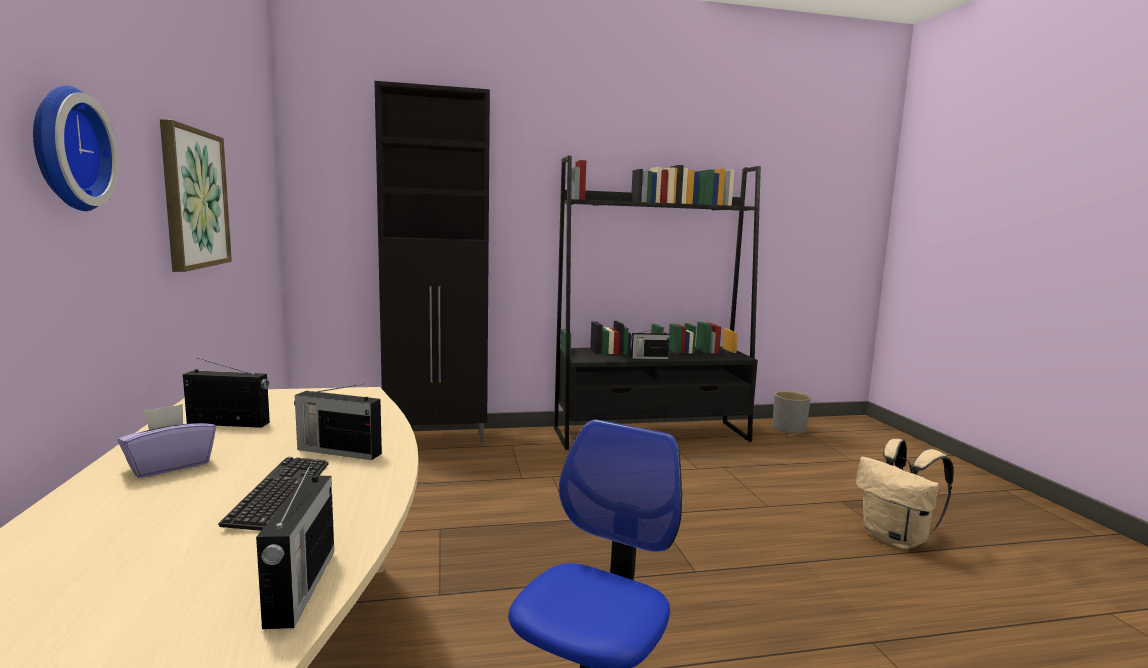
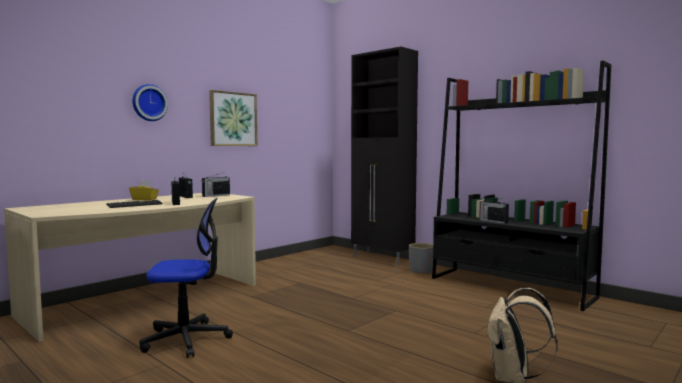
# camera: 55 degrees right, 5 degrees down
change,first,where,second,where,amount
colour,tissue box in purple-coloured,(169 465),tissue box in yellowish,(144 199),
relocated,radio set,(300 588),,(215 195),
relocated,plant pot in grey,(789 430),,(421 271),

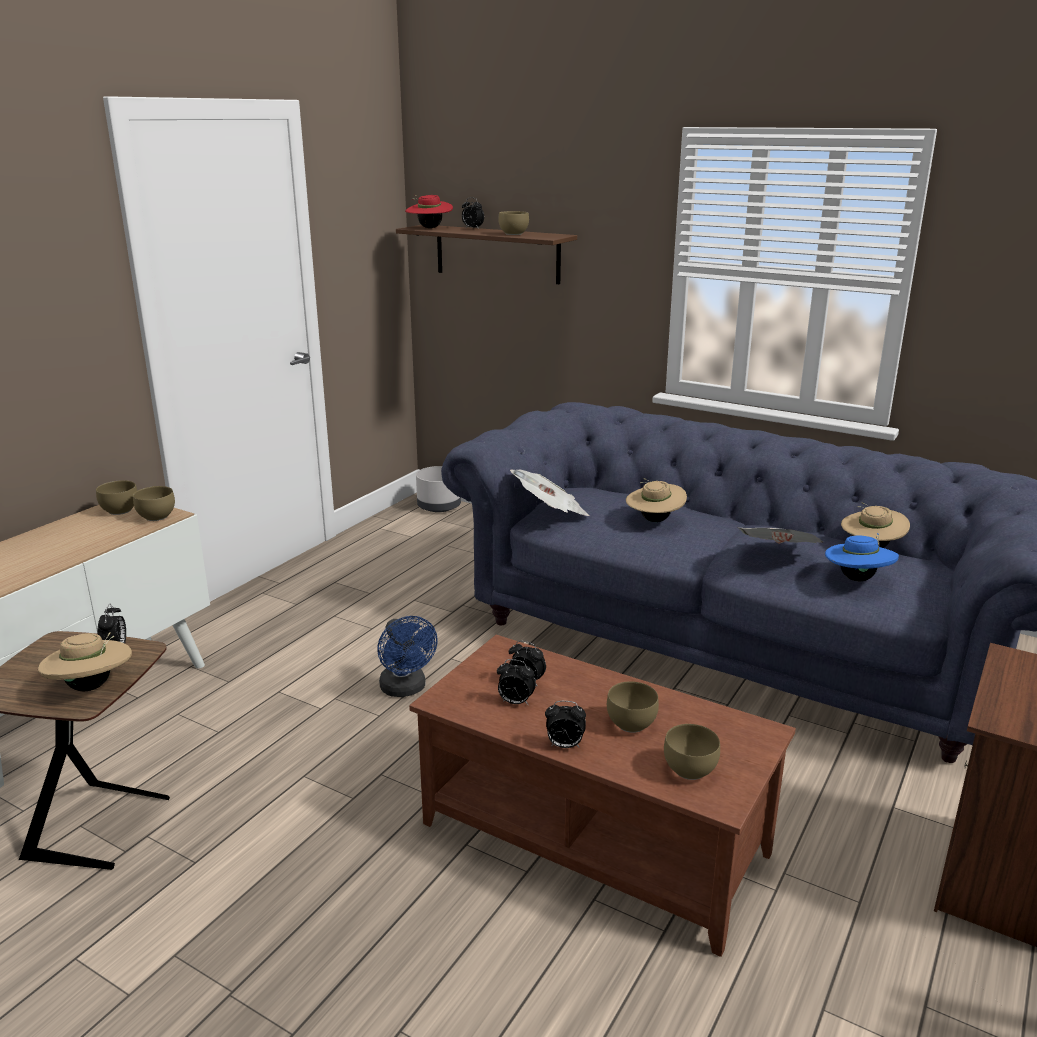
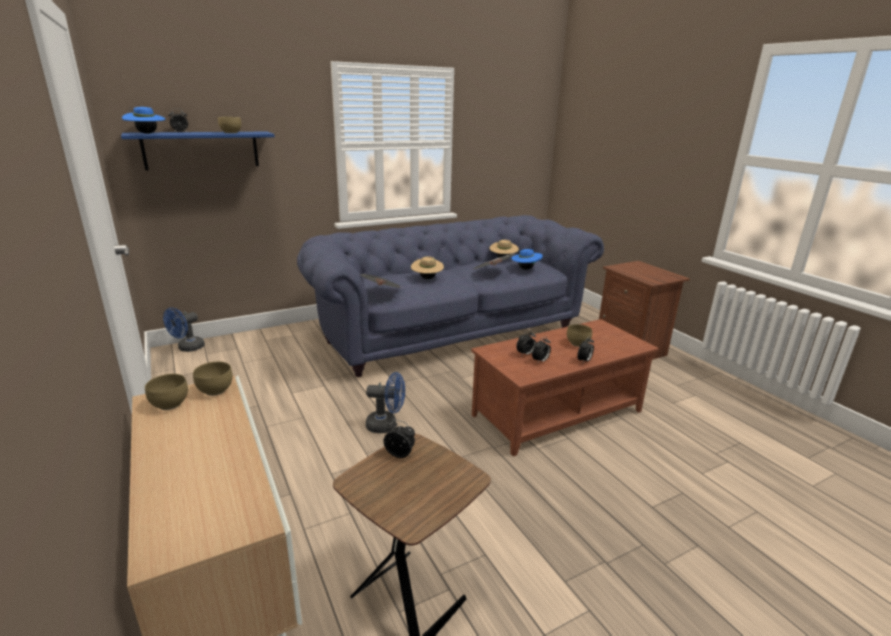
# camera: 60 degrees left, 0 degrees up
change,first,where,second,where,amount
colour,bracket shelf in brown-coloured,(497 254),bracket shelf in bluish,(201 150),
colour,clothing hat in reddish,(429 228),clothing hat in bluish,(146 133),
exchanged,plant pot in grey,(439 507),electric fan in bluish,(187 348),
missing,clothing hat in beige,(91 687),,,
missing,deep dish in brown-coloured,(691 771),,,

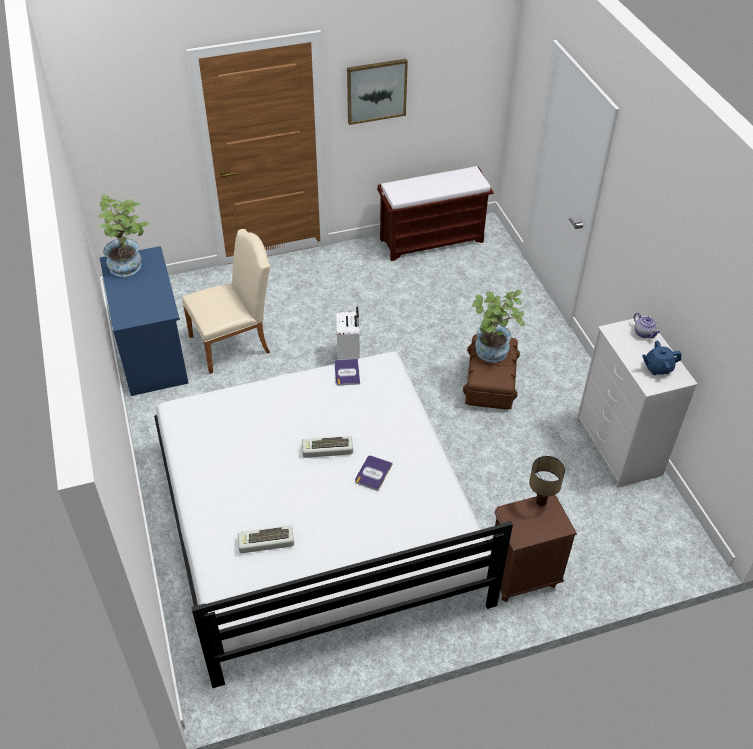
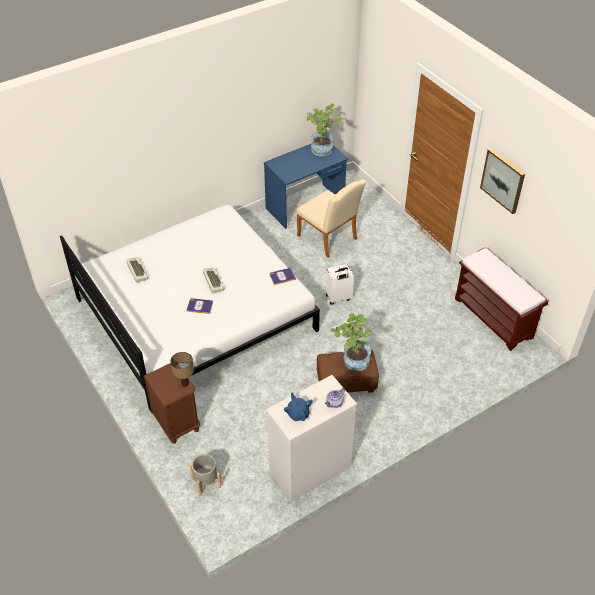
# camera: 75 degrees right, 0 degrees up
change,first,where,second,where,amount
appeared,,,plant pot in grey,(206 482),

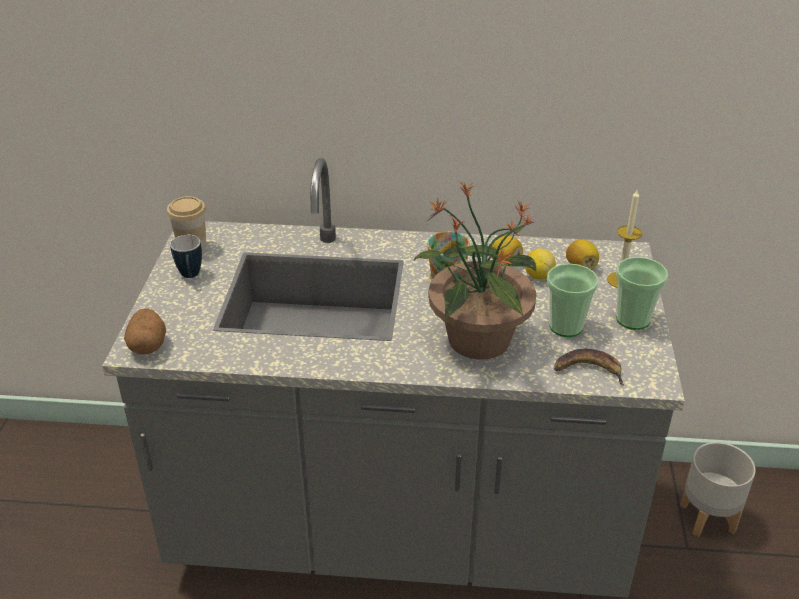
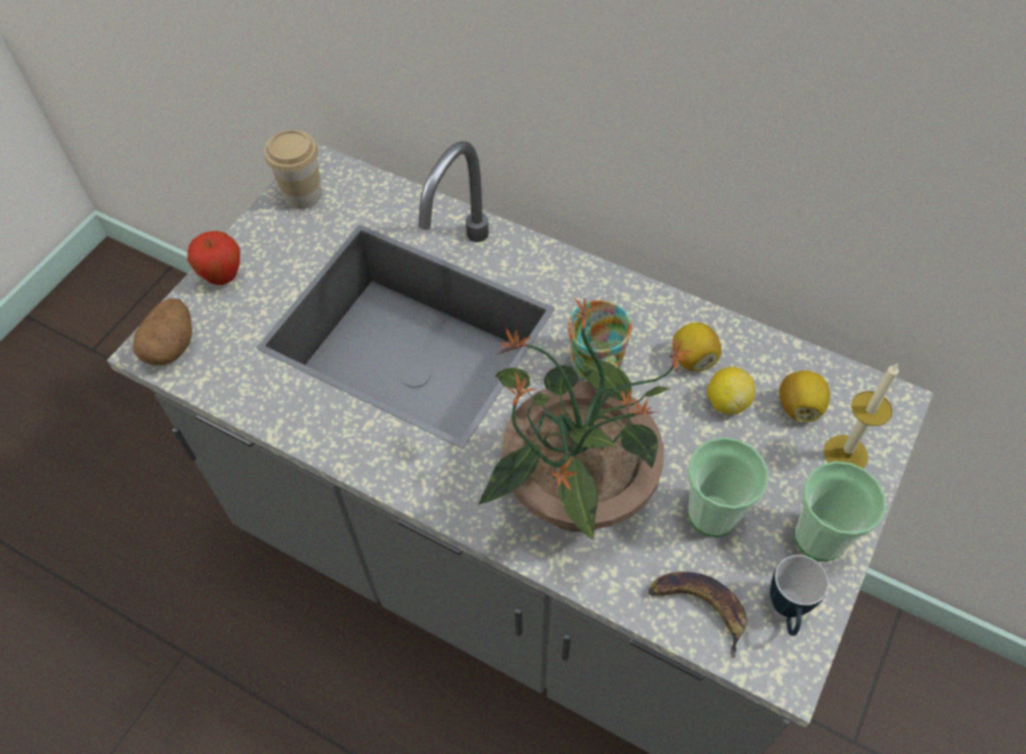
# camera: 25 degrees right, 20 degrees up
change,first,where,second,where,amount
appeared,,,whole apple,(223 276),
relocated,tea mug,(190 277),,(786 612),
missing,plant pot in grey,(706 517),,,

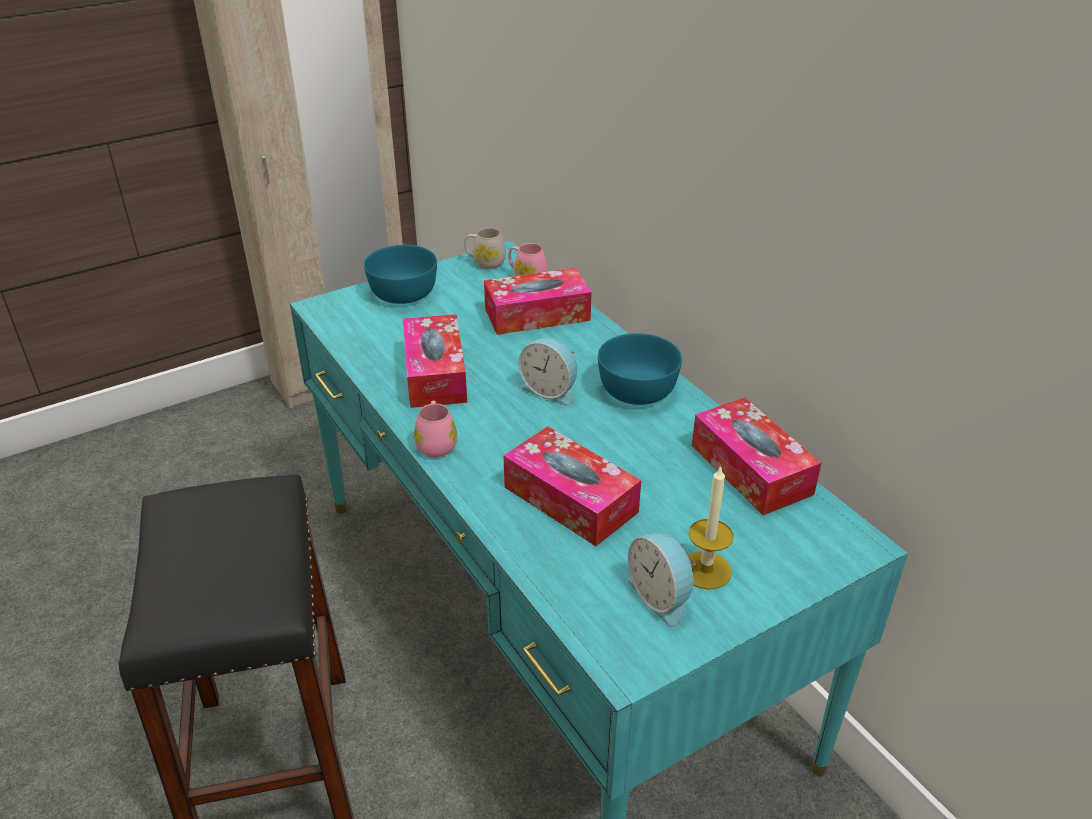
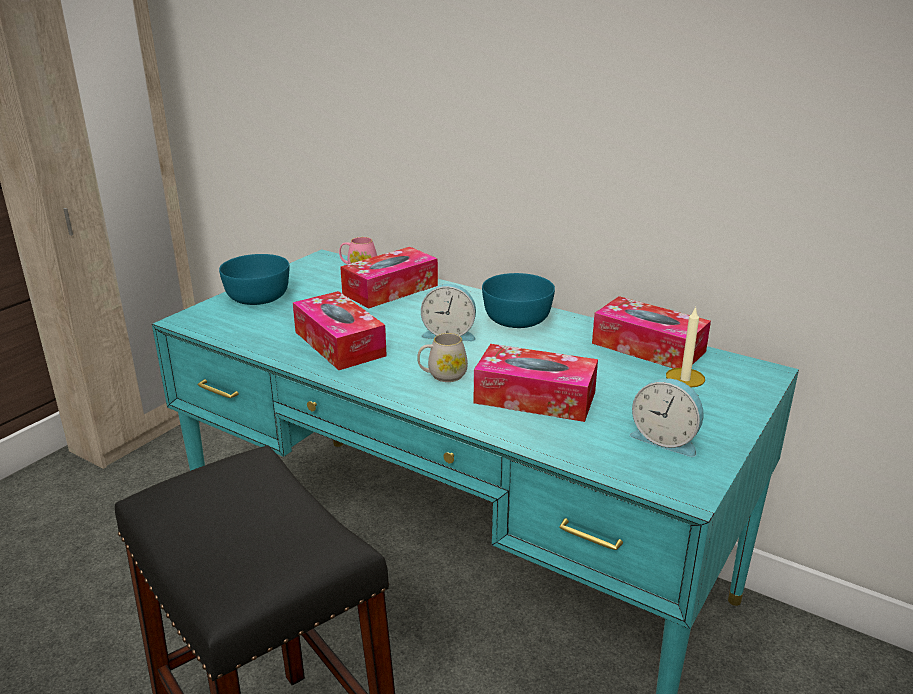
# camera: 25 degrees left, 10 degrees down
change,first,where,second,where,amount
relocated,tea mug in whitish,(485 263),,(442 375),
missing,tea mug in pinkish,(436 443),,,

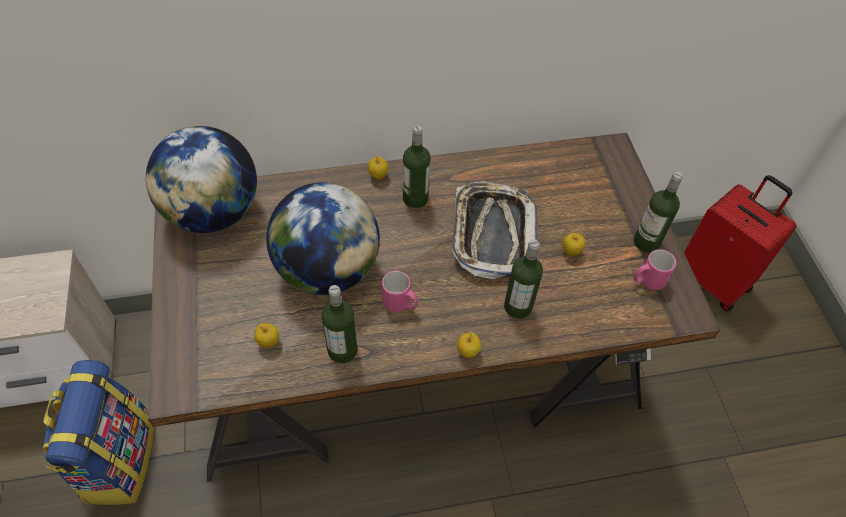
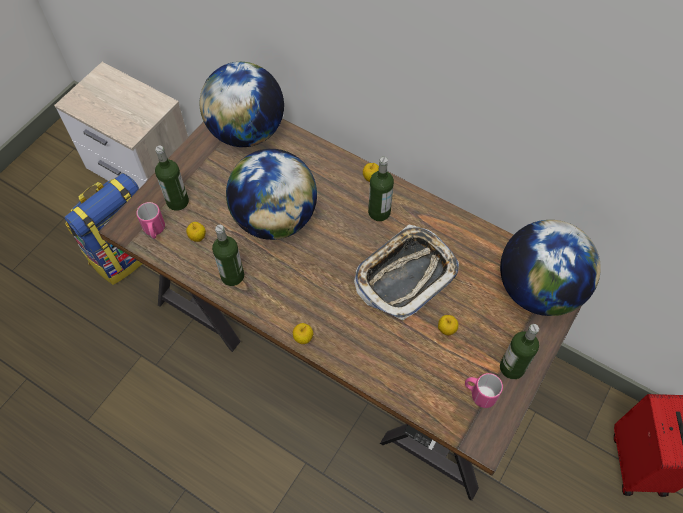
# camera: 45 degrees right, 5 degrees up
change,first,where,second,where,amount
relocated,tea mug in pinkish,(400 304),,(154 231),
relocated,beverage bottle,(518 307),,(177 201),
appeared,,,globe,(538 289),

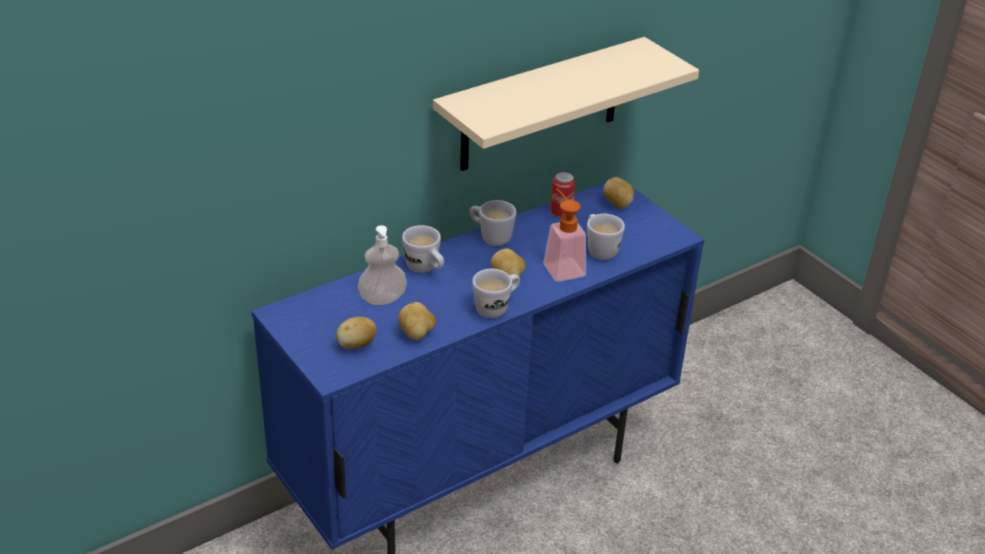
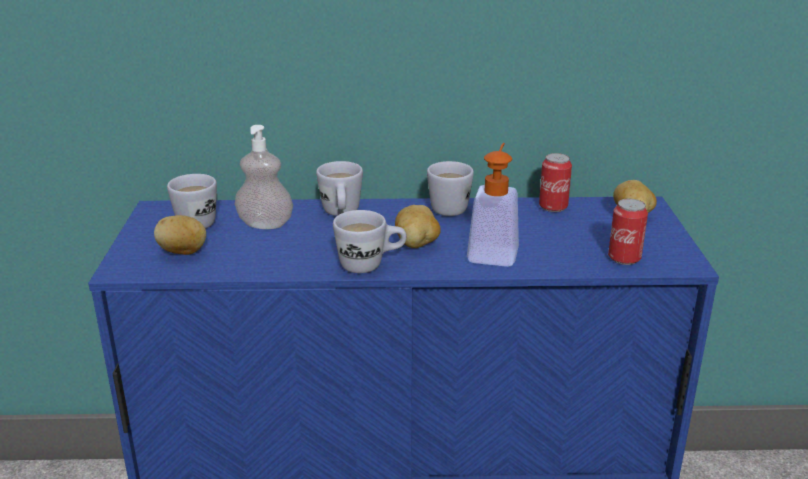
# camera: 35 degrees right, 10 degrees down
change,first,where,second,where,amount
relocated,tea mug in whitish,(599 249),,(200 220),
appeared,,,metal can,(624 258),
missing,whole potato,(417 334),,,
missing,bracket shelf in beige,(541 105),,,

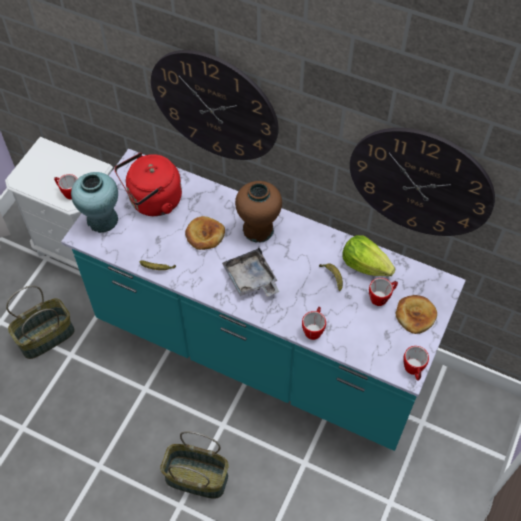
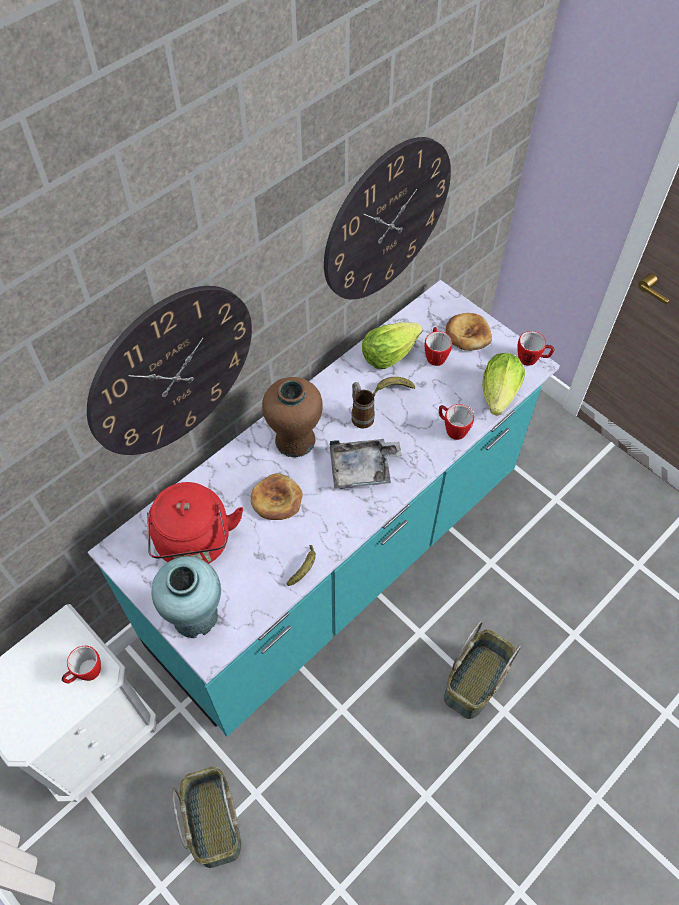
# camera: 70 degrees left, 0 degrees up
change,first,where,second,where,amount
appeared,,,tea mug,(360 415),
appeared,,,head of lettuce,(499 394),

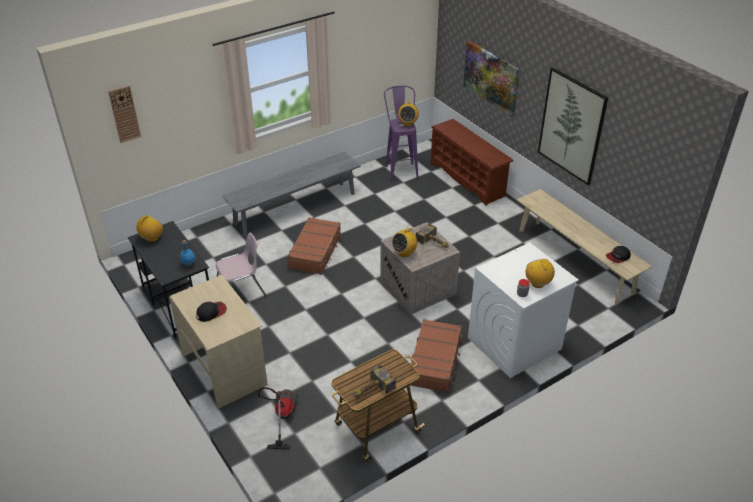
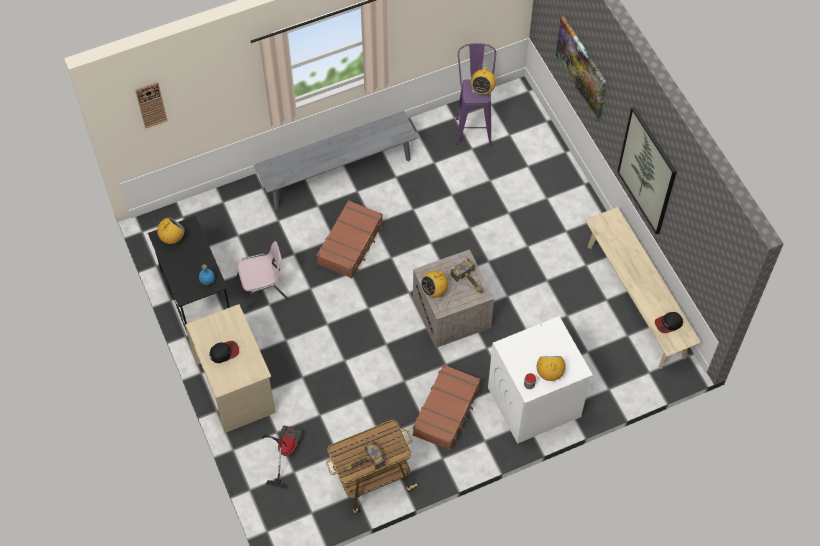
# camera: 10 degrees right, 20 degrees up
change,first,where,second,where,amount
missing,shoe rack in brown-coloured,(468 179),,,

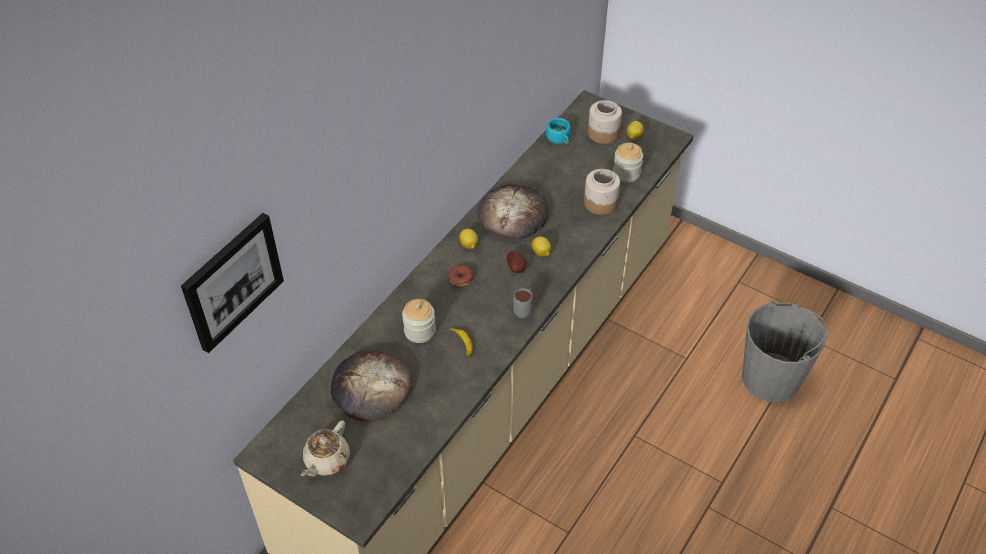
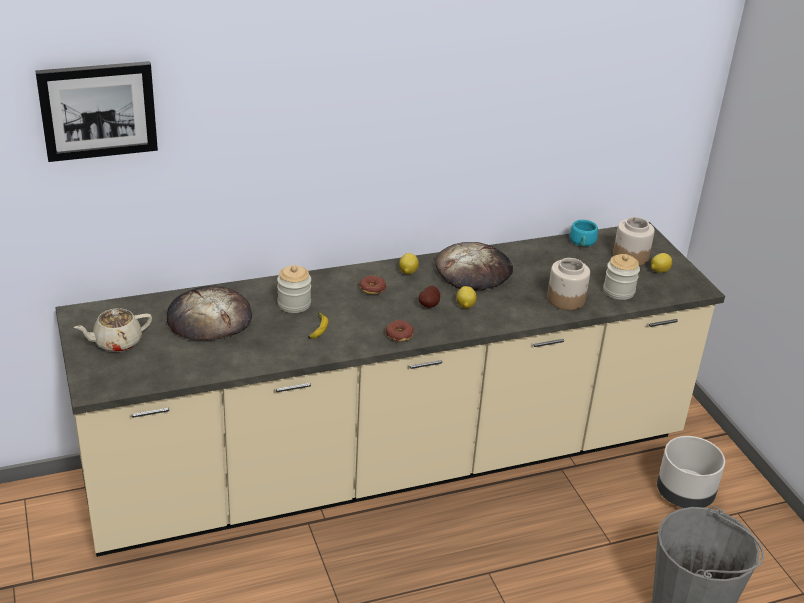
# camera: 35 degrees right, 15 degrees down
change,first,where,second,where,amount
exchanged,tea mug in grey,(524 310),donut,(399 335),
appeared,,,plant pot in grey,(685 495),

